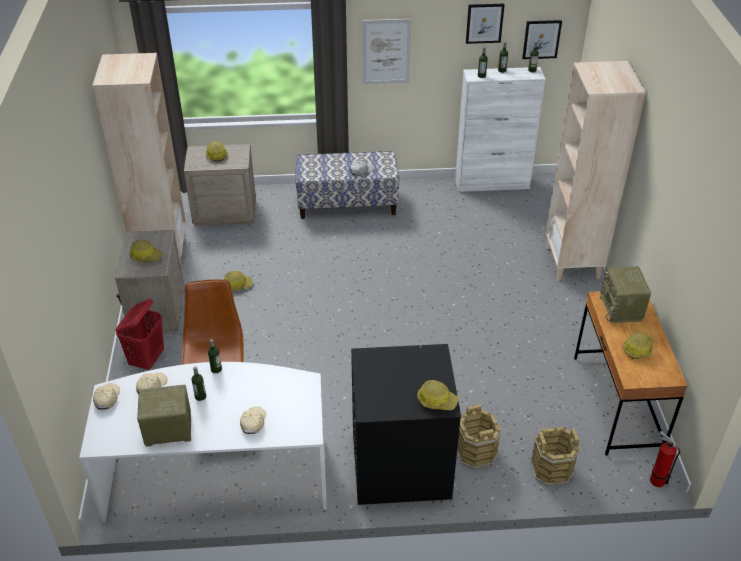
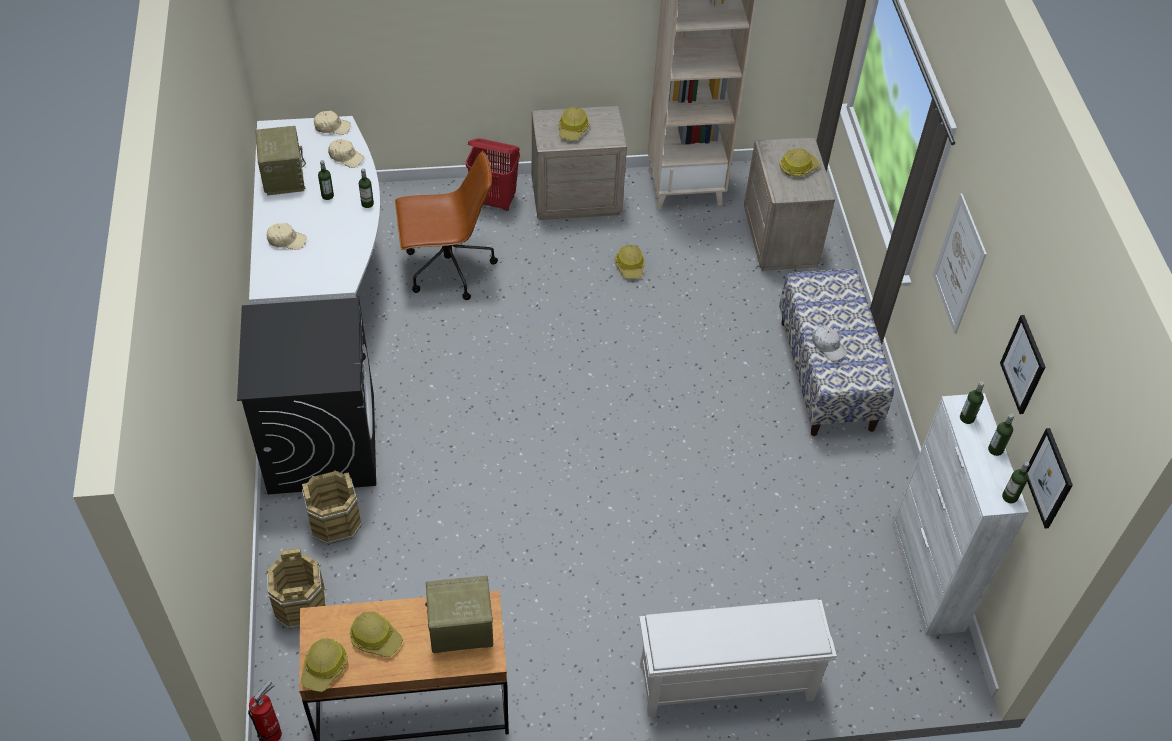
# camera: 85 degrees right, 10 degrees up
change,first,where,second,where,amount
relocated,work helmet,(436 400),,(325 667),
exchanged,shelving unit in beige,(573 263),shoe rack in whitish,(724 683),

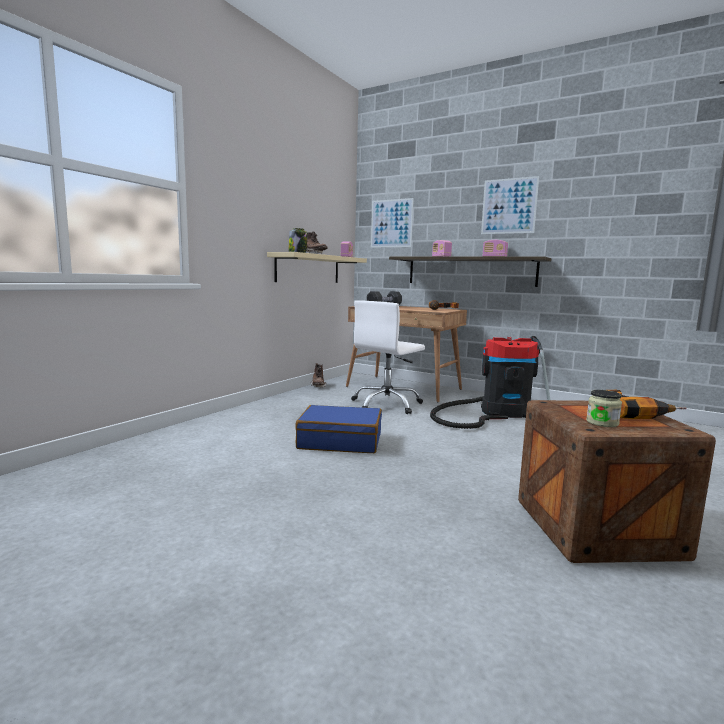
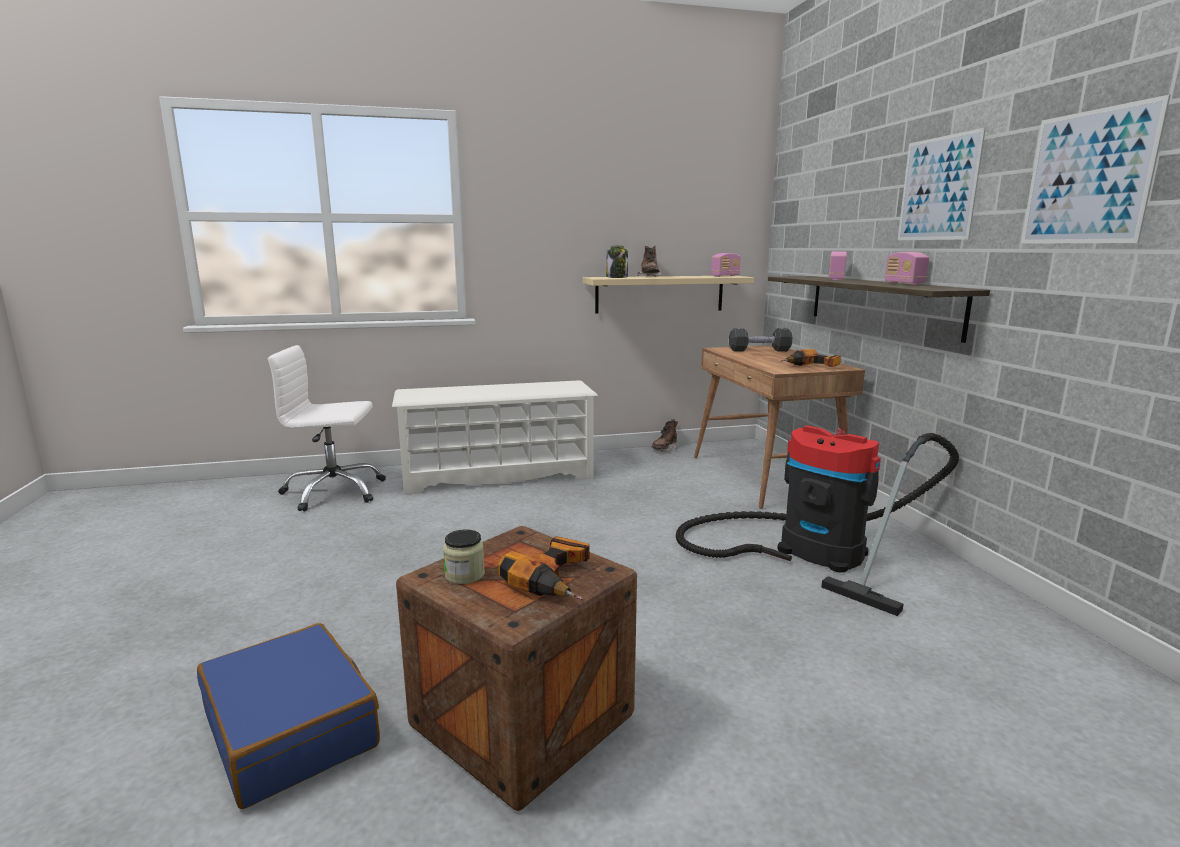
# camera: 45 degrees right, 5 degrees up
change,first,where,second,where,amount
relocated,travel case in bluish,(340 441),,(292 729),
relocated,desk chair in whitish,(386 404),,(333 492),
appeared,,,shoe rack in whitish,(498 475),
relocated,wall picture,(391 223),,(1087 177),

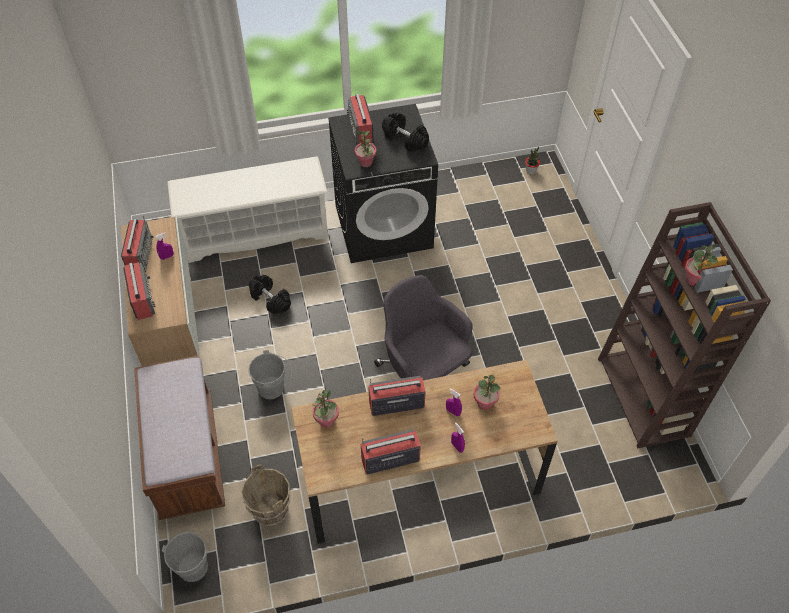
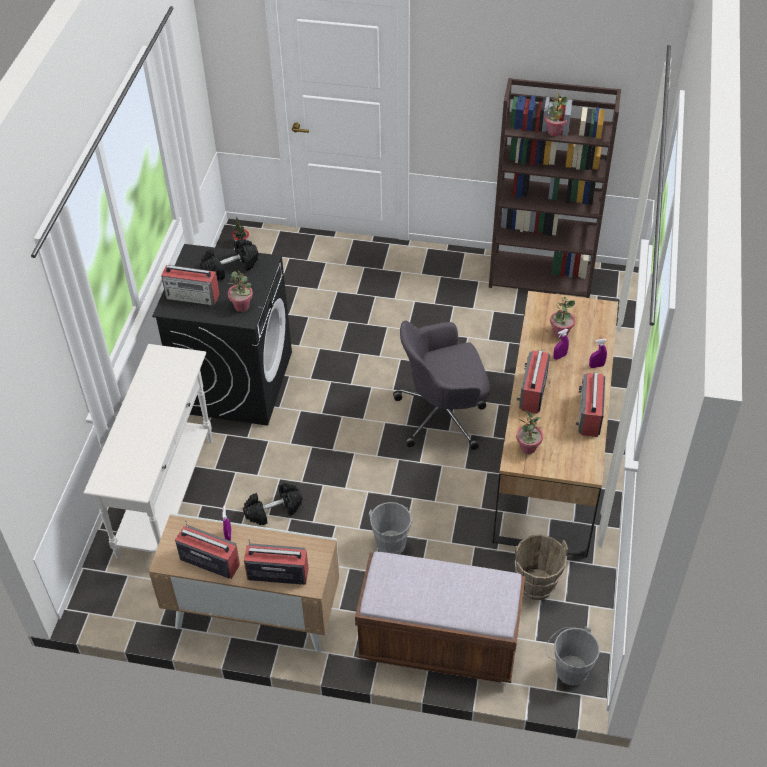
# camera: 65 degrees left, 5 degrees down
change,first,where,second,where,amount
exchanged,shoe rack in whitish,(256 232),hall table in whitish,(167 496),

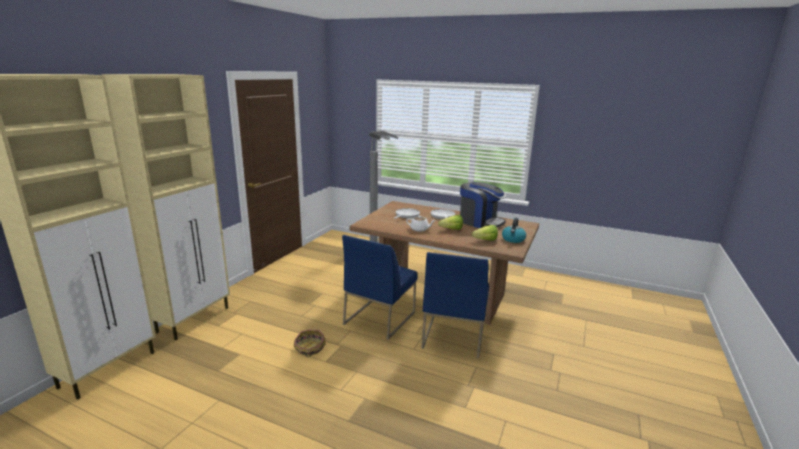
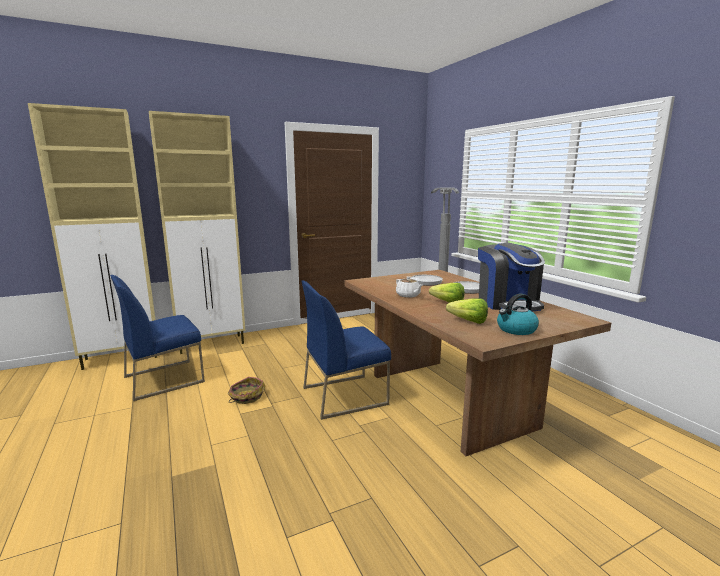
# camera: 40 degrees right, 5 degrees down
change,first,where,second,where,amount
relocated,plain chair in bluish,(453 335),,(164 379),

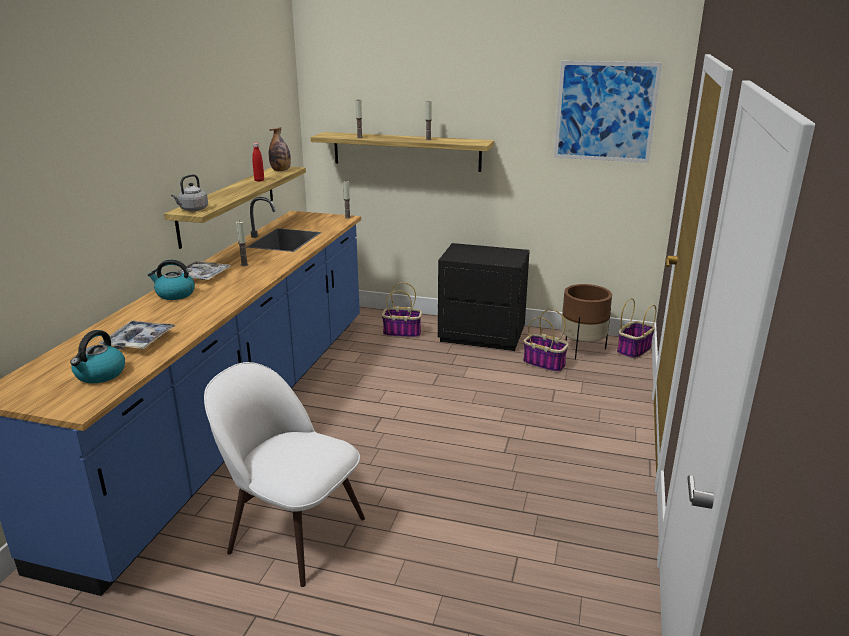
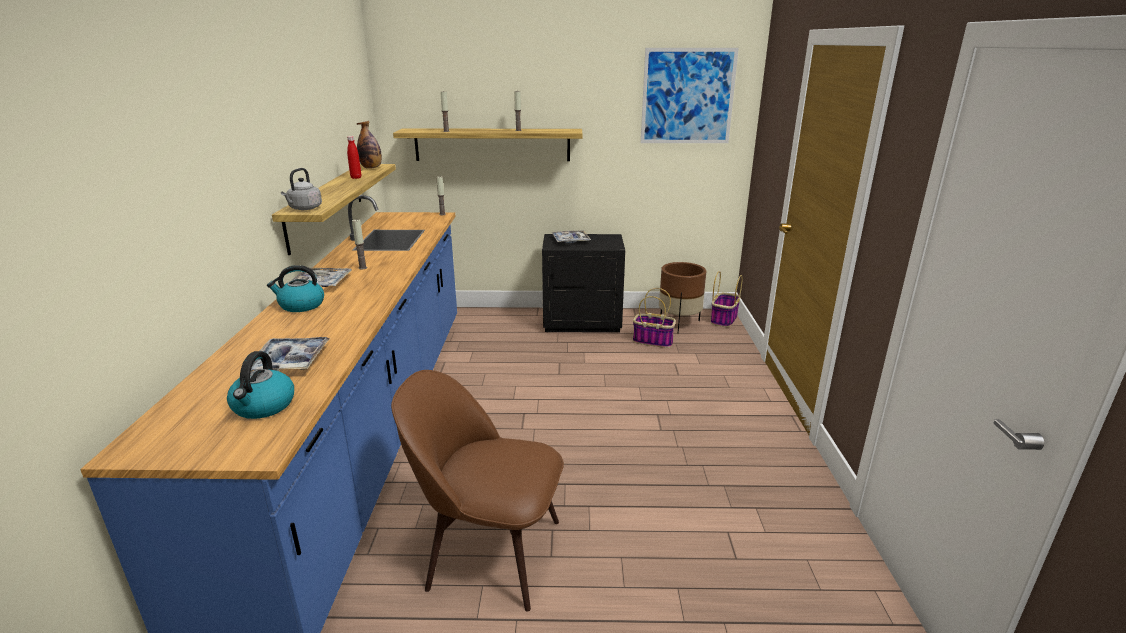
# camera: 15 degrees left, 0 degrees up
change,first,where,second,where,amount
colour,plain chair in whitish,(293 532),plain chair in brown-coloured,(489 552),
appeared,,,tray,(570 241),
missing,basket,(403 333),,,

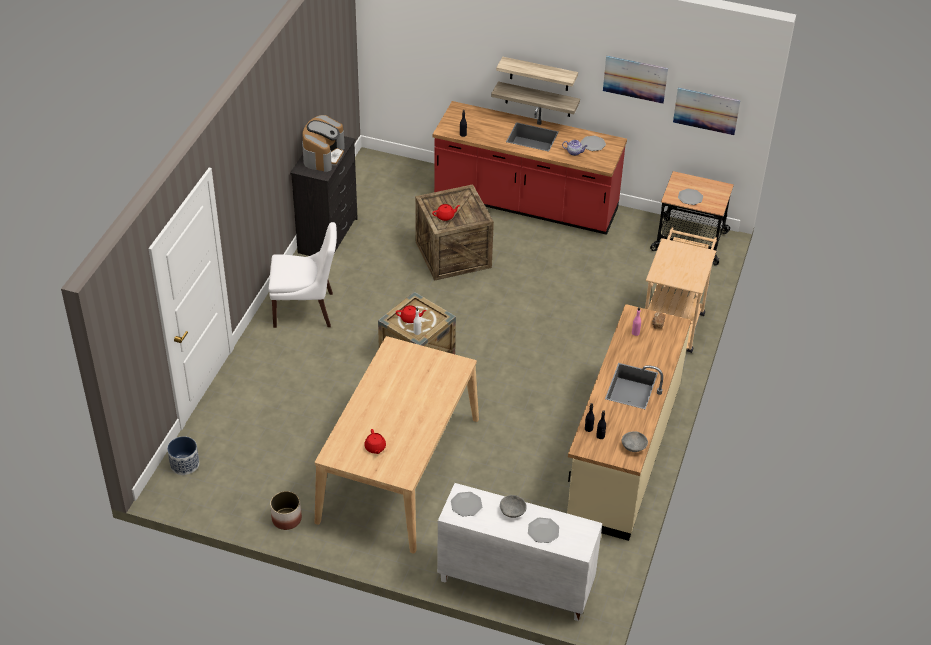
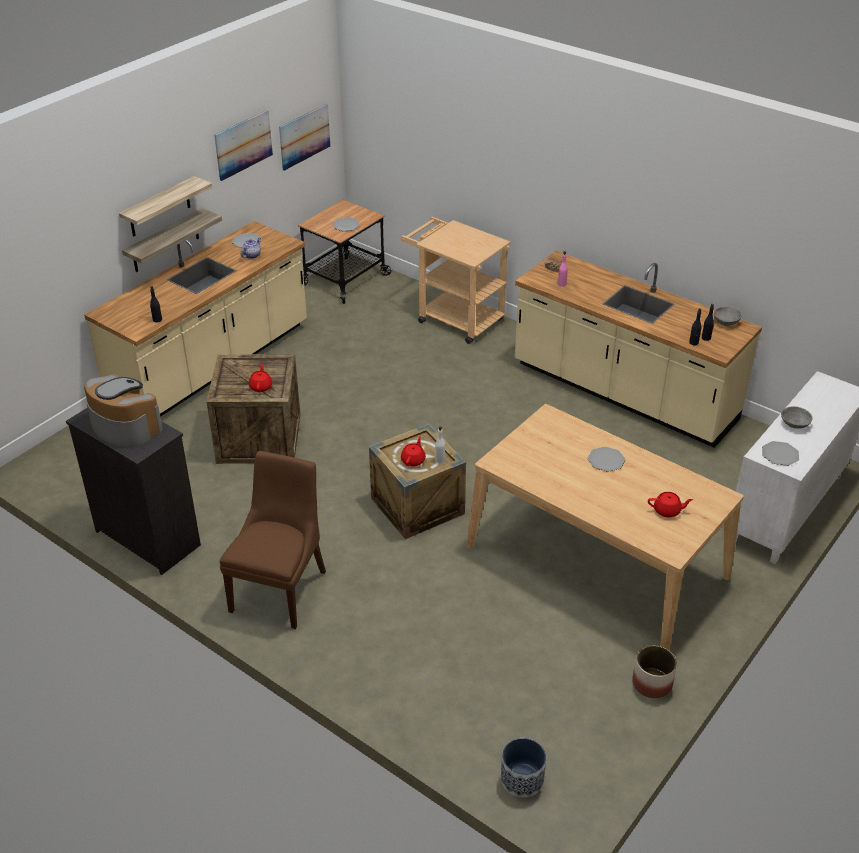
# camera: 70 degrees left, 5 degrees down
change,first,where,second,where,amount
colour,kitchen counter in reddish,(525 205),kitchen counter in beige,(212 366),
colour,plain chair in whitish,(306 310),plain chair in brown-coloured,(280 588),
relocated,plate,(543 531),,(606 460),

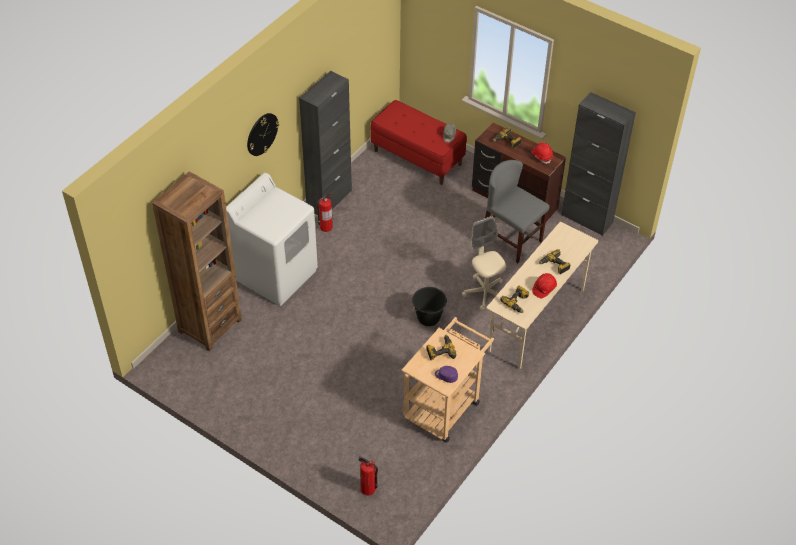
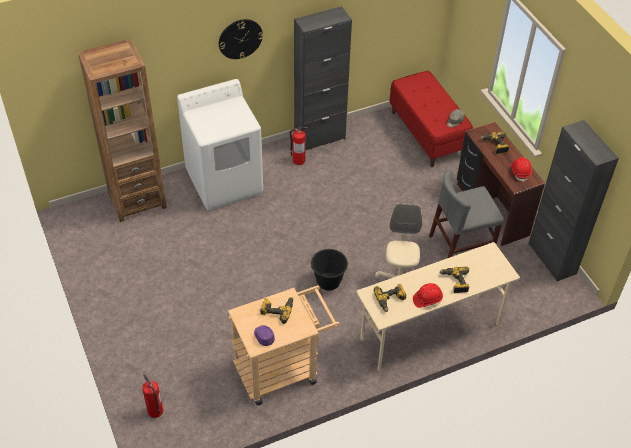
# camera: 30 degrees right, 0 degrees up
change,first,where,second,where,amount
spun,plain chair in grey,(511 240),,(460 246),90 degrees counterclockwise

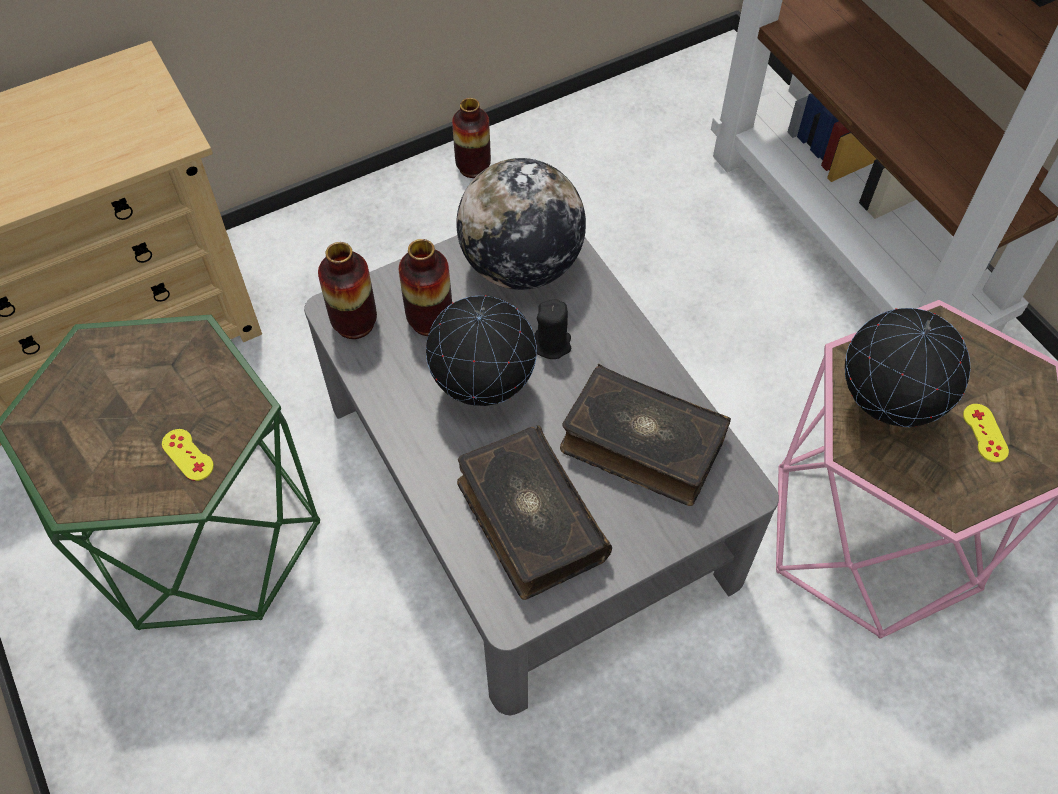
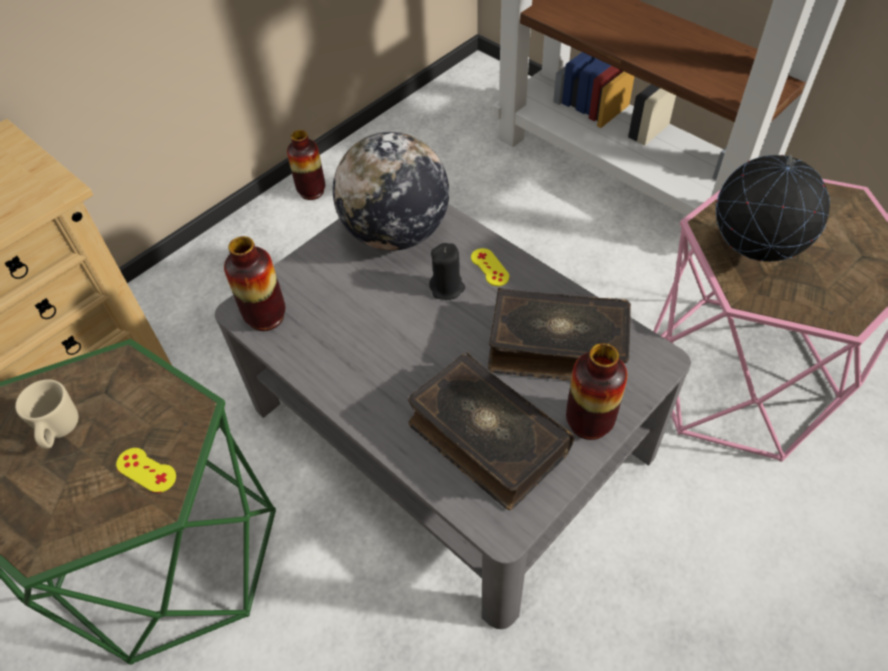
# camera: 15 degrees left, 5 degrees down
change,first,where,second,where,amount
appeared,,,tea mug in beige,(59 431),
relocated,gamepad in yellowish,(985 433),,(489 267),
relocated,vase,(430 320),,(589 422),
missing,globe,(484 389),,,

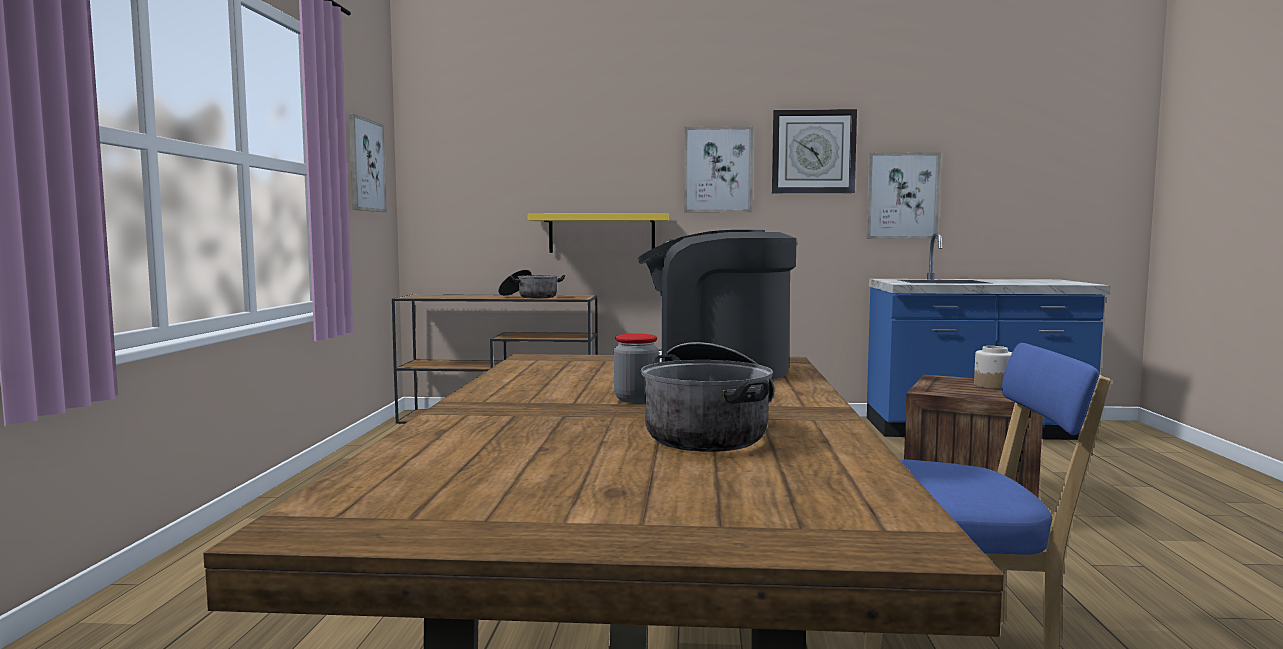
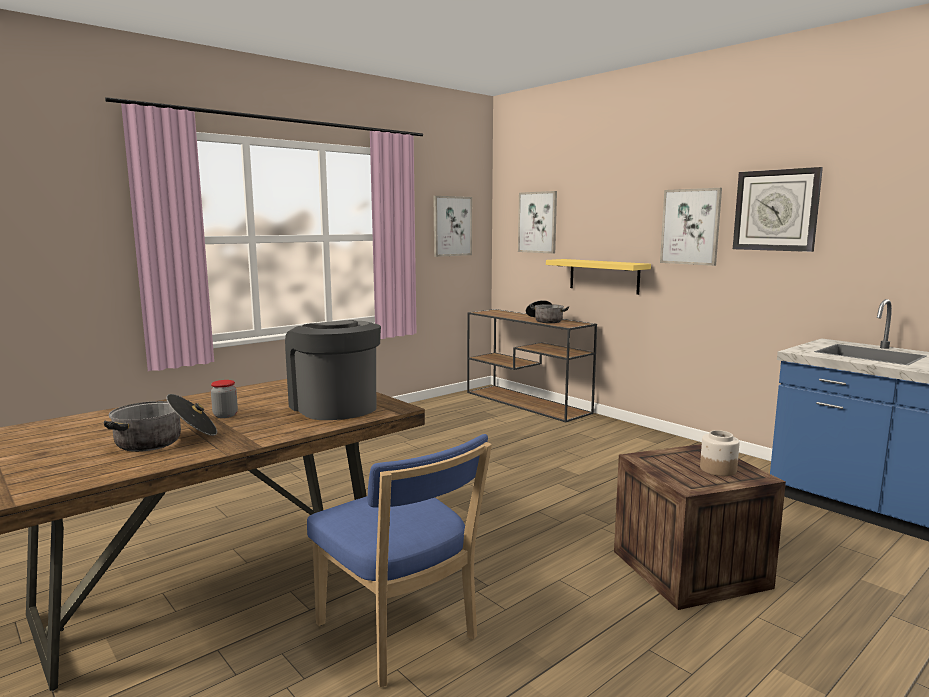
# camera: 45 degrees right, 5 degrees up
change,first,where,second,where,amount
relocated,wall picture,(902 196),,(538 222),

